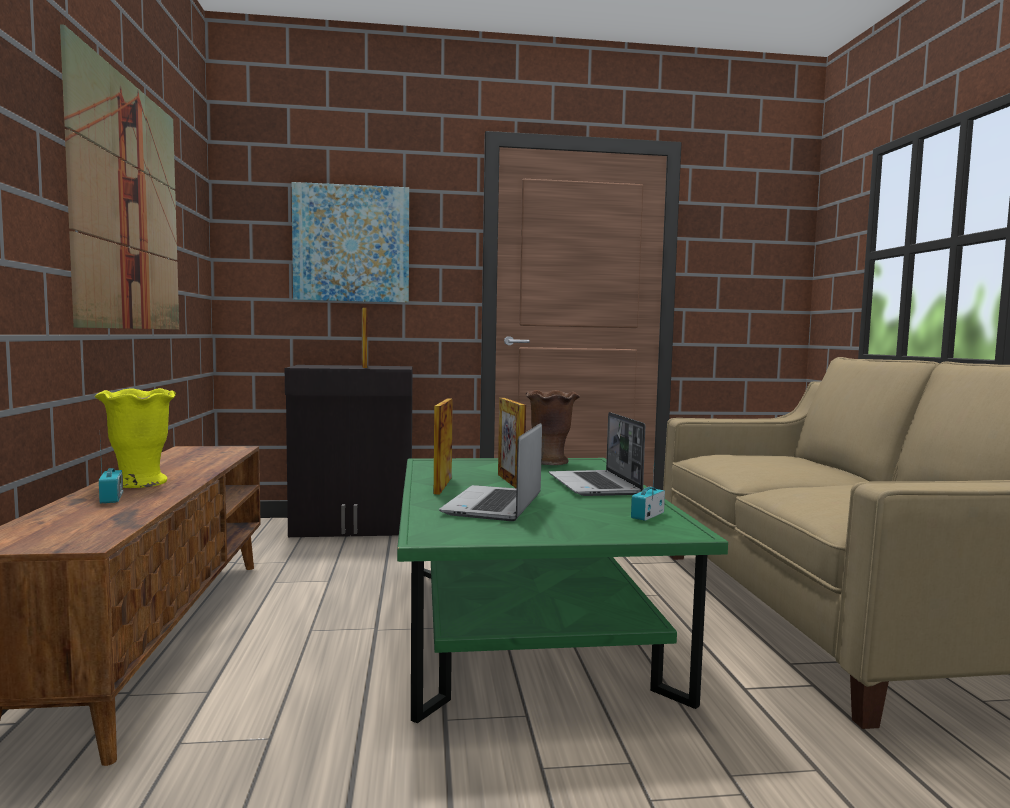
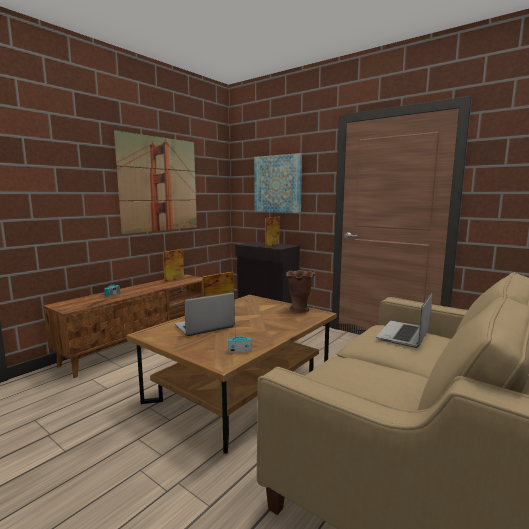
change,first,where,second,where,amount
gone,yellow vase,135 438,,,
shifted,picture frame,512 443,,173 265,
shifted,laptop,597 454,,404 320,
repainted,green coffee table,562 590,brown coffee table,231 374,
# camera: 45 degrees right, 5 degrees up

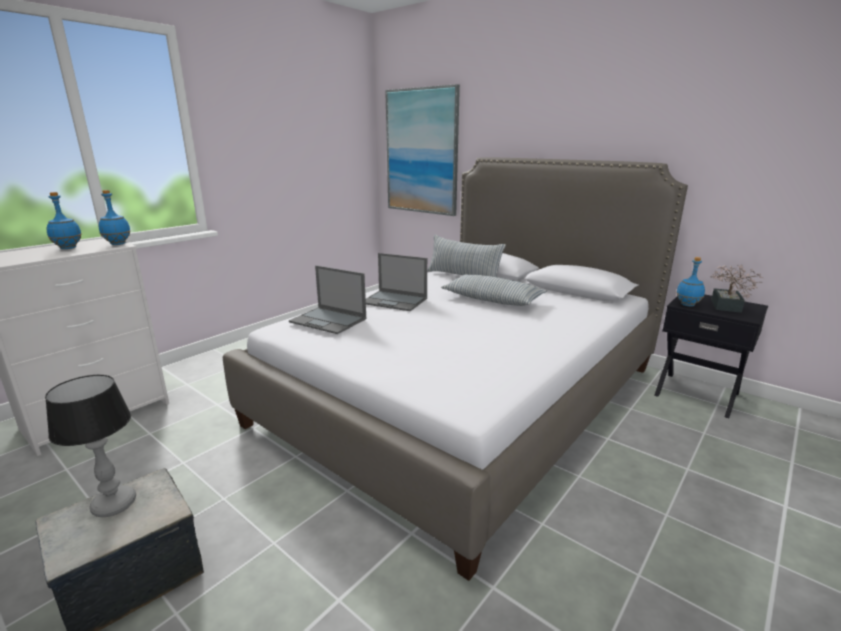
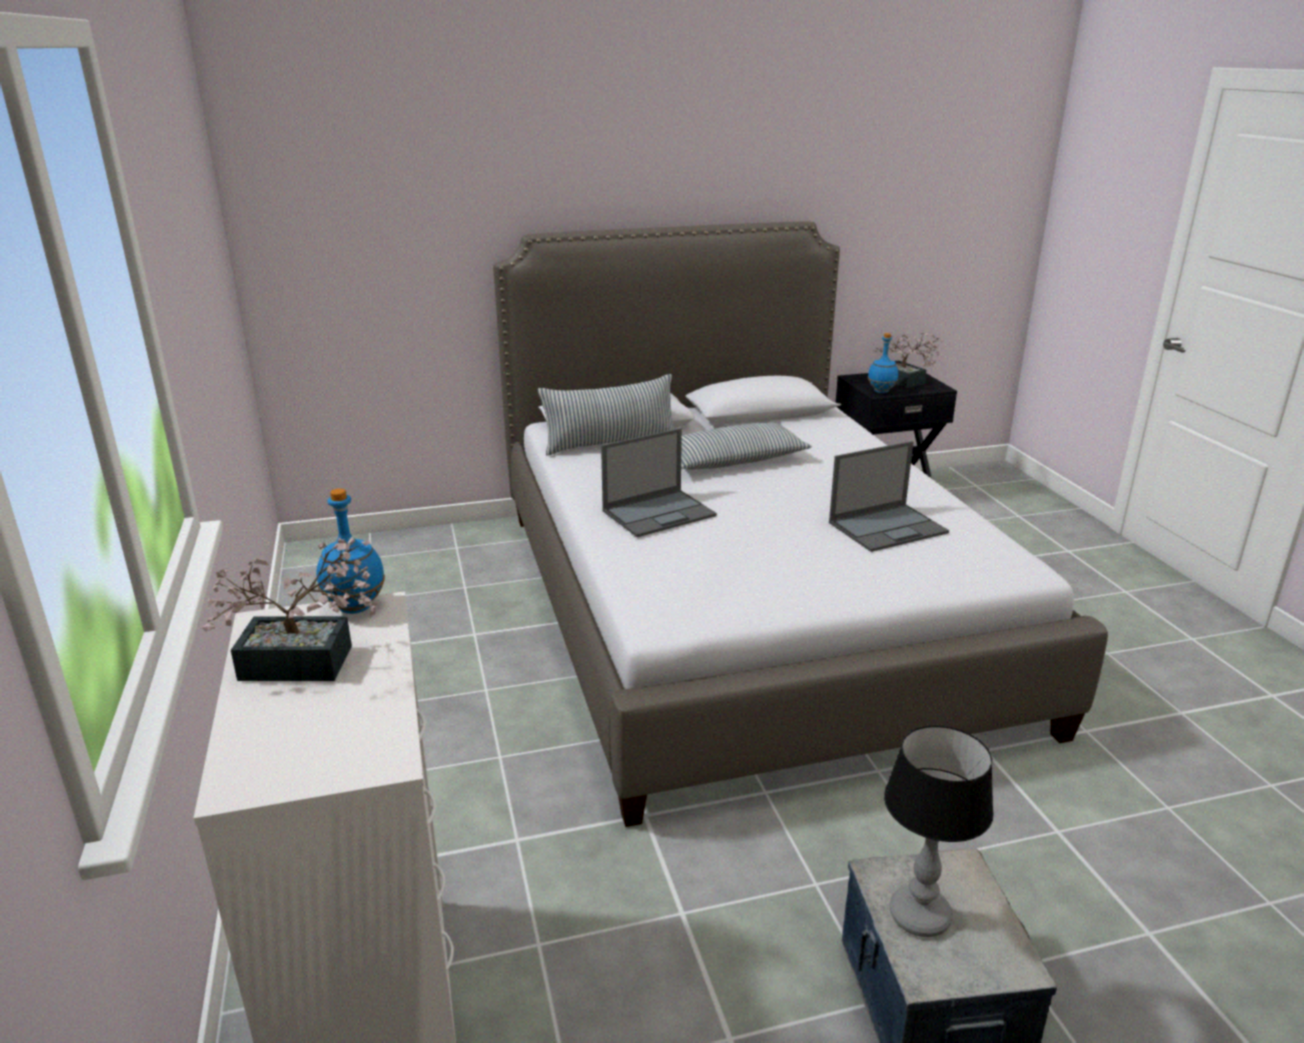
change,first,where,second,where,amount
gone,picture,422 150,,,
shifted,laptop,328 300,,889 496,
swapped,blue bottle,64 220,potted plant,289 609,
# camera: 55 degrees left, 5 degrees up

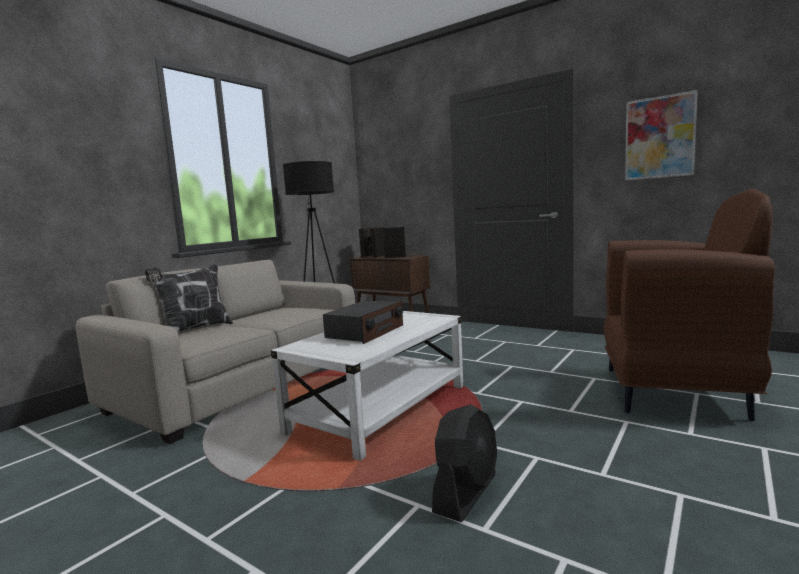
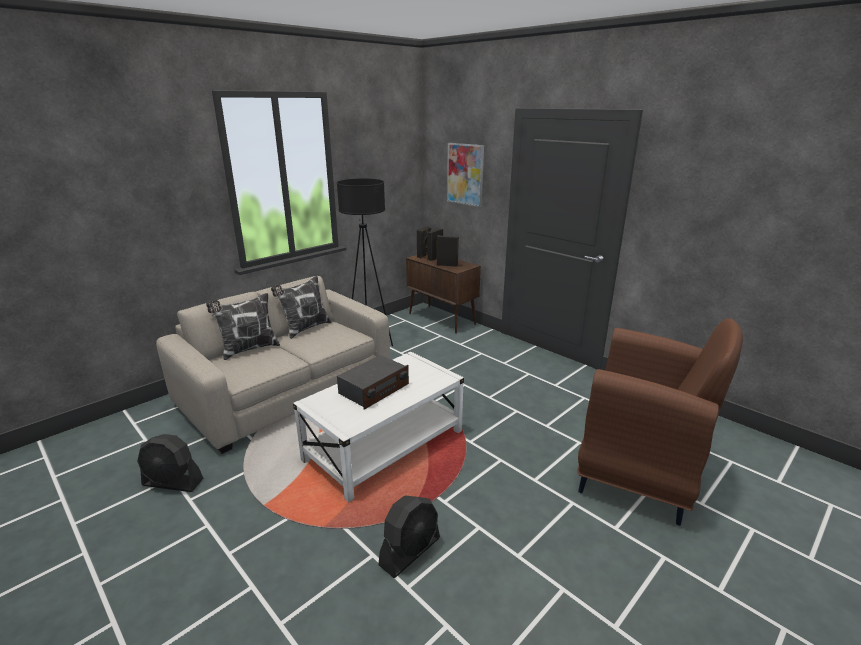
change,first,where,second,where,amount
new,,,black fan,170 463,
new,,,pillow,301 307,
shifted,picture,661 135,,465 175,
# camera: 10 degrees right, 15 degrees up

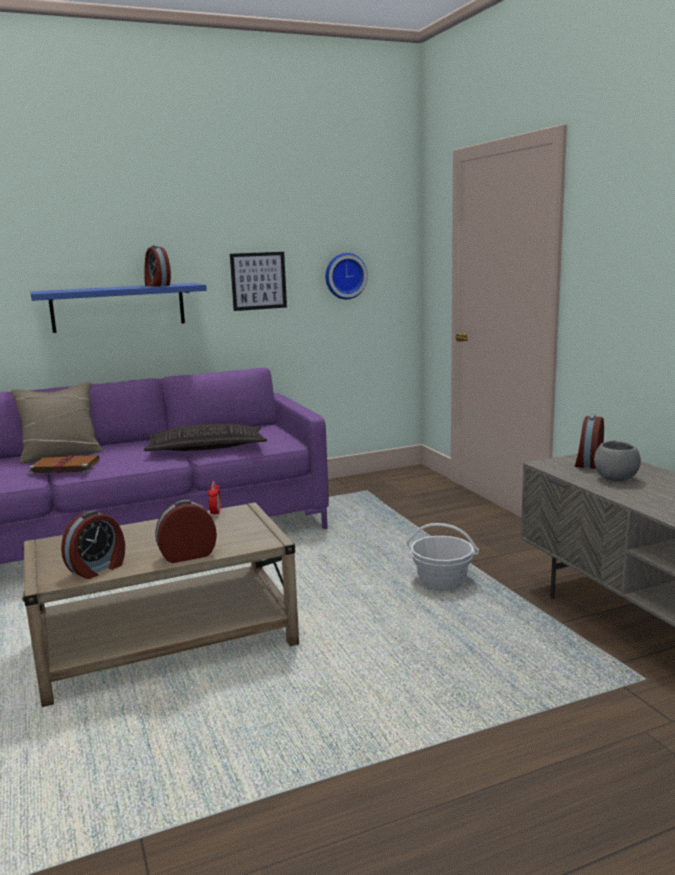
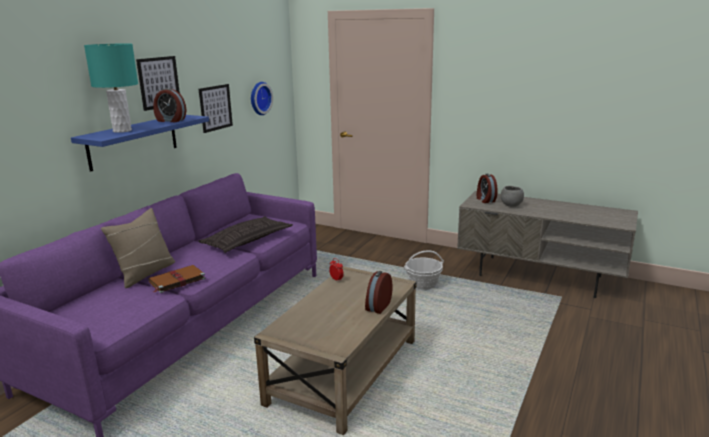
change,first,where,second,where,amount
gone,alarm clock,93 544,,,
new,,,turquoise table lamp,111 88,
new,,,picture,158 83,
# camera: 40 degrees left, 5 degrees up

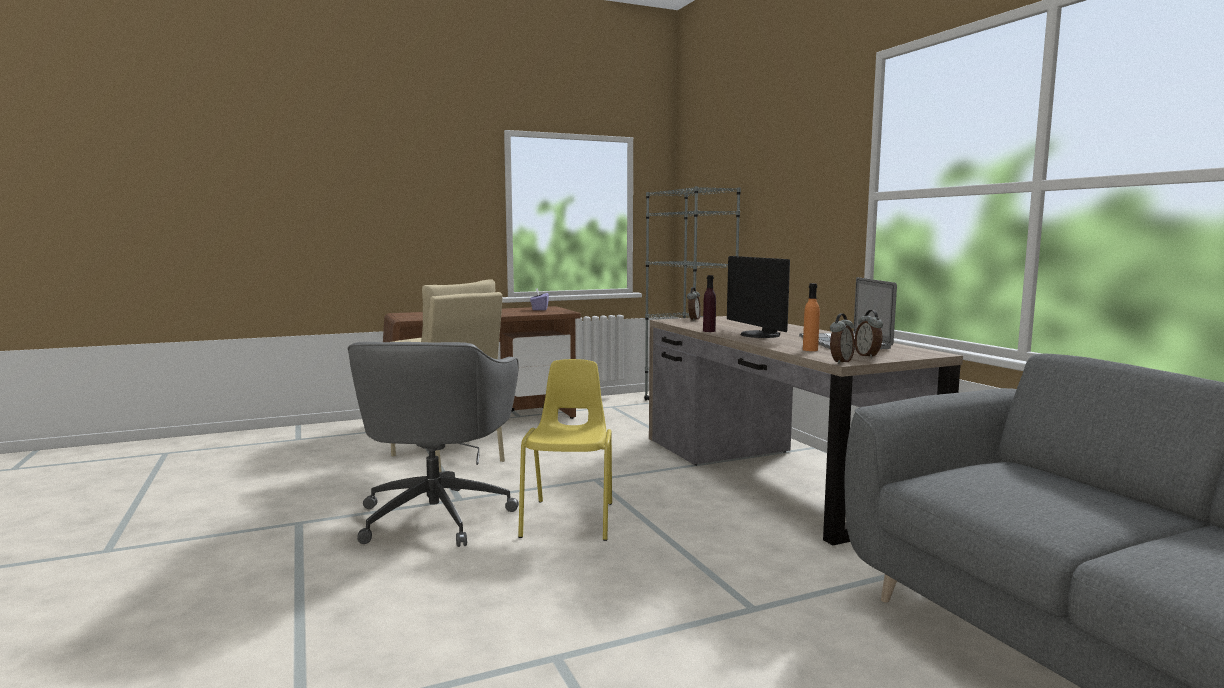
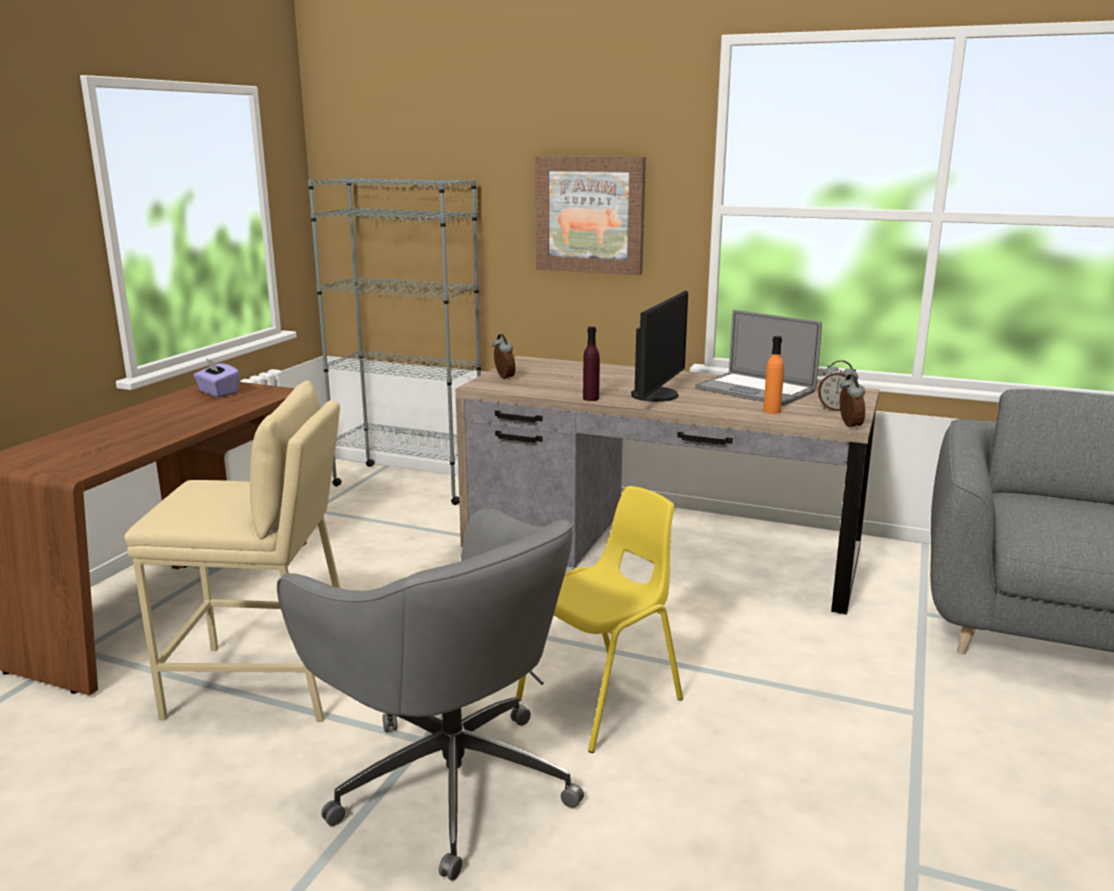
change,first,where,second,where,amount
new,,,picture,590 215,
rotated,yellow chair,565 450,,599 619,90 degrees clockwise
rotated,monitor,758 297,,659 346,90 degrees counterclockwise
# camera: 45 degrees left, 10 degrees up

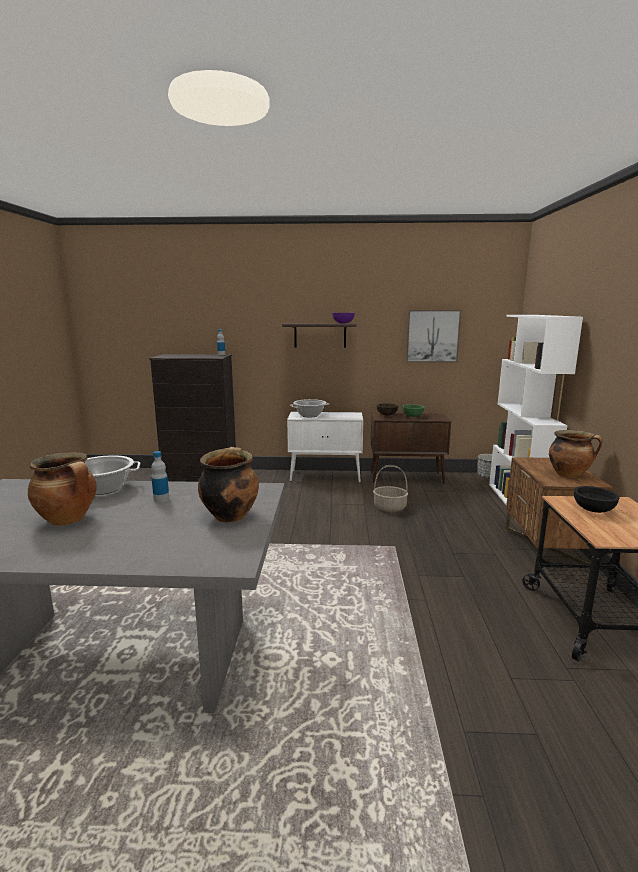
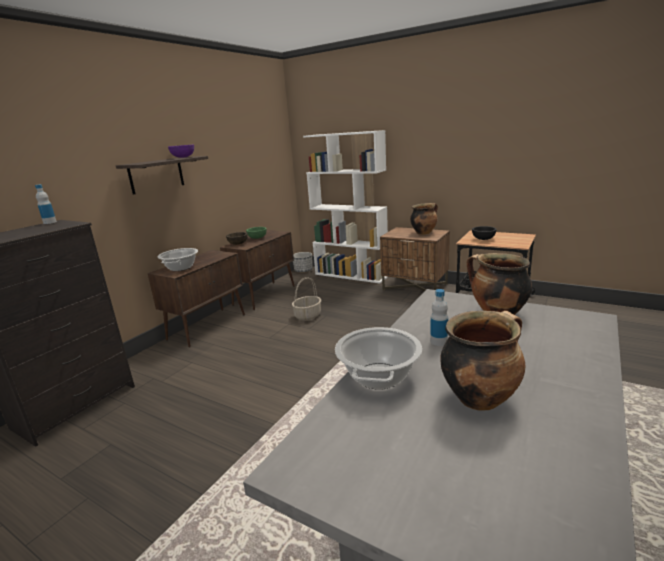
change,first,where,second,where,amount
gone,picture,433 336,,,
repainted,white cabinet,325 447,brown cabinet,196 298,
# camera: 60 degrees left, 5 degrees up

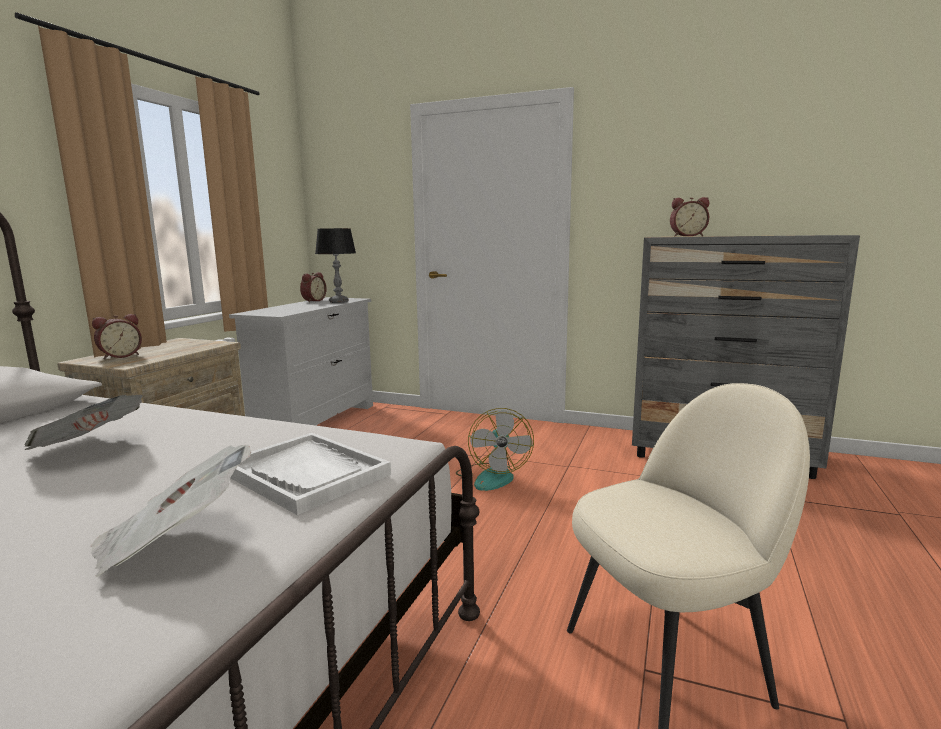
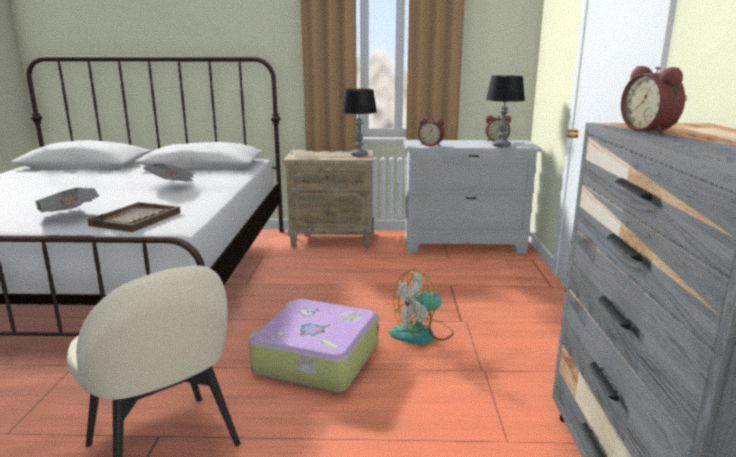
change,first,where,second,where,amount
new,,,suitcase,314 345,
new,,,table lamp,359 123,
shifted,alarm clock,117 336,,431 132,
repainted,white tray,311 474,brown tray,134 217,
# camera: 70 degrees right, 5 degrees up

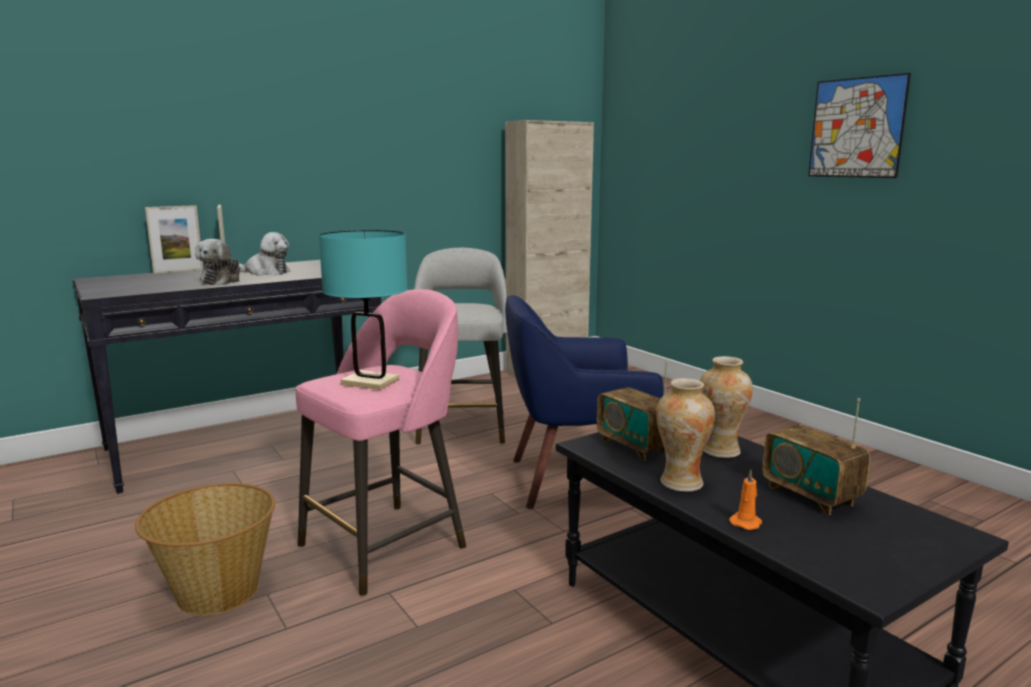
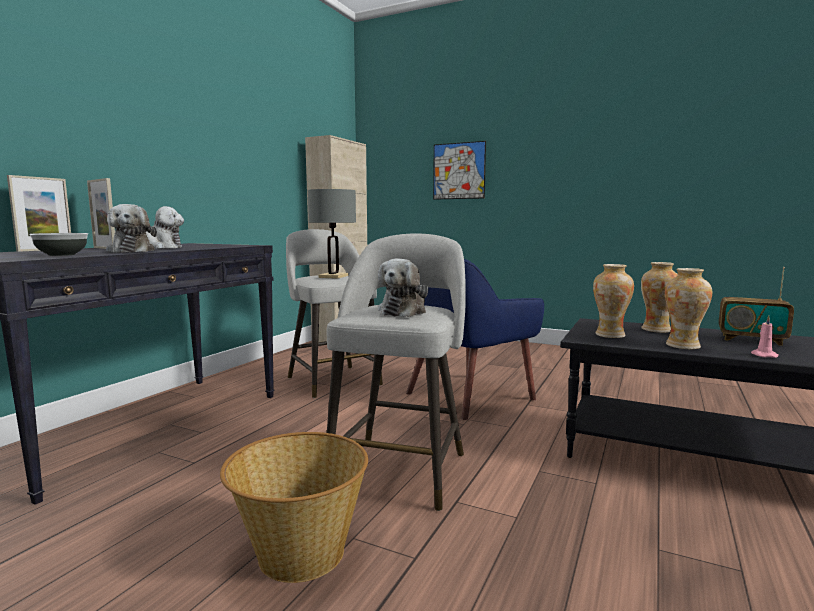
change,first,where,second,where,amount
new,,,bowl,59 244,
new,,,grey table lamp,332 234,
shifted,picture,859 125,,459 170,
swapped,turquoise table lamp,363 310,plush toy,403 287,
swapped,radio,632 411,vase,613 301,
repainted,pink stool,381 442,grey stool,396 372,
repainted,orange candle,745 499,pink candle,765 336,
# camera: 30 degrees left, 5 degrees down

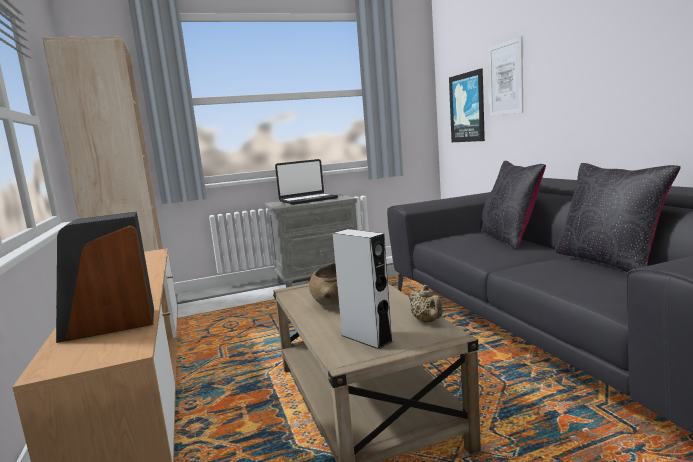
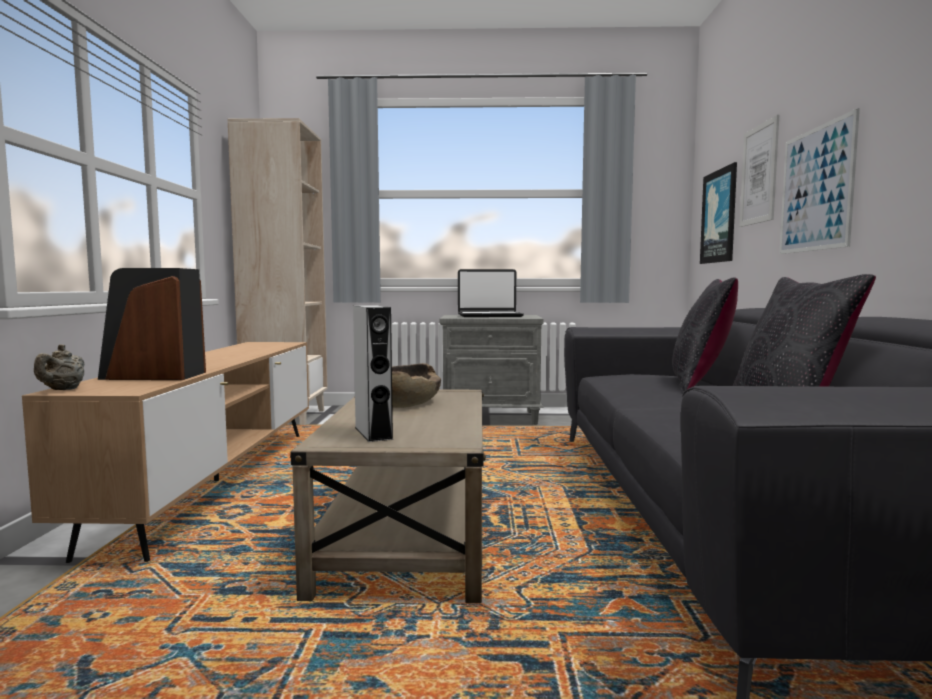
change,first,where,second,where,amount
new,,,picture,819 181,
shifted,beige teapot,426 304,,59 367,
# camera: 20 degrees right, 5 degrees down

